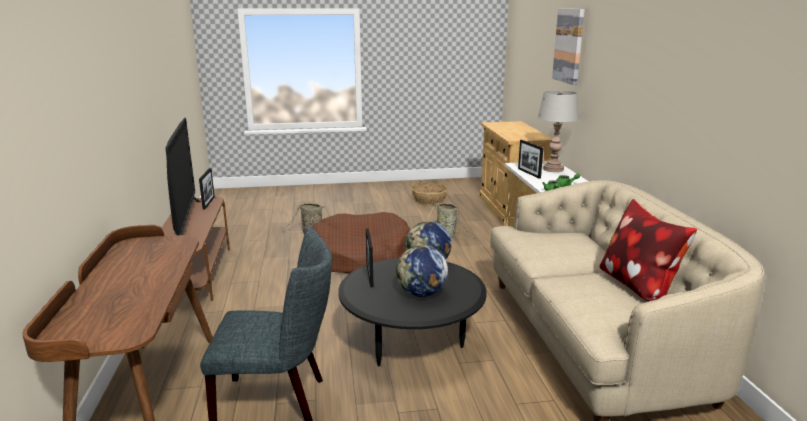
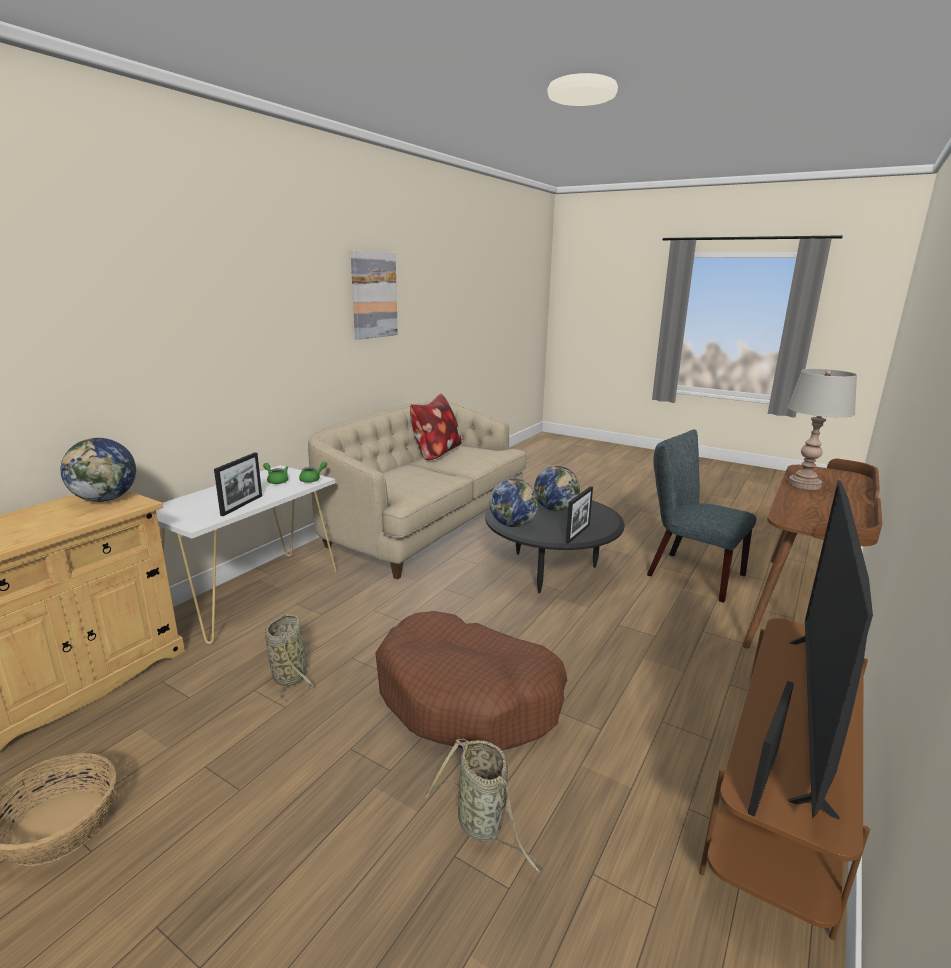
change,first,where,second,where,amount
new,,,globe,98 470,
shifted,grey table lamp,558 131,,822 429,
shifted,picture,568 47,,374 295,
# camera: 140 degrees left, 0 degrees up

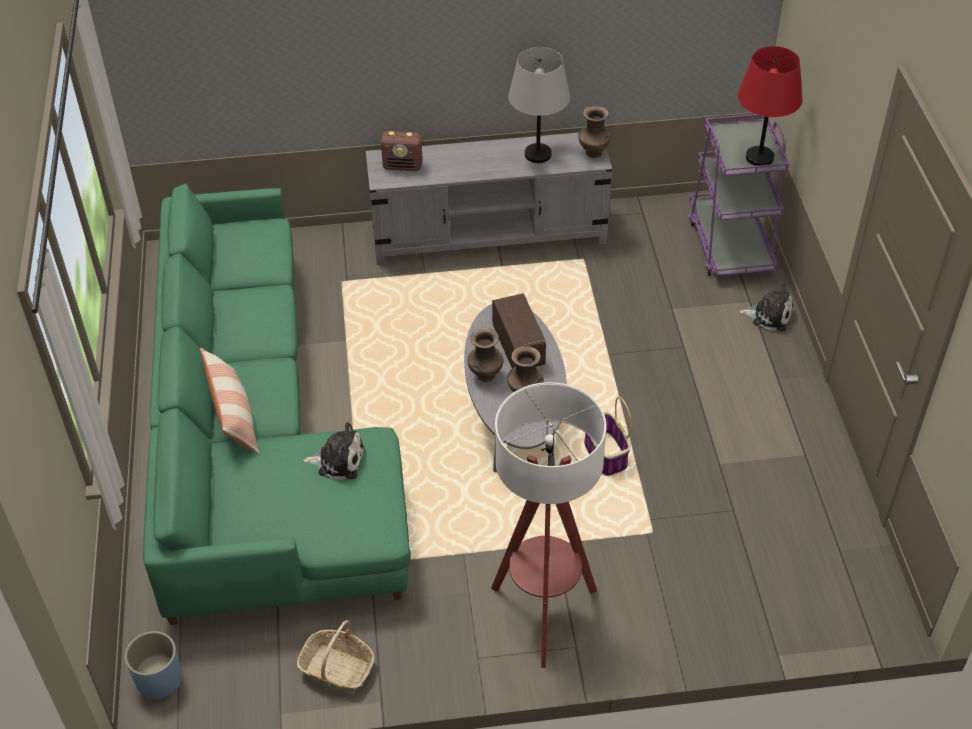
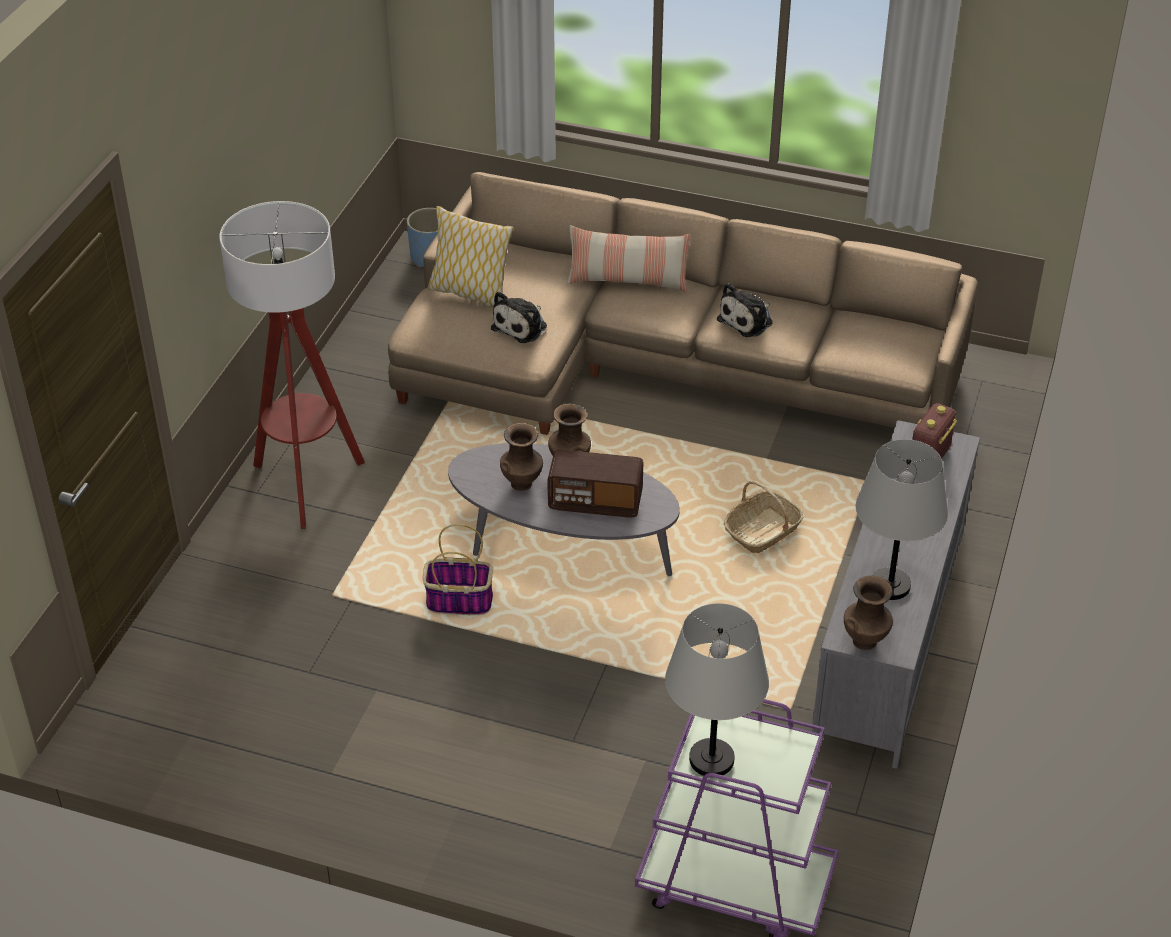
change,first,where,second,where,amount
new,,,pillow,470 256,
shifted,basket,336 656,,763 517,
shifted,plush toy,766 307,,745 310,
repainted,green sofa,277 404,beige sofa,683 303,
repainted,red table lamp,769 106,grey table lamp,717 689,
# camera: 115 degrees right, 5 degrees down

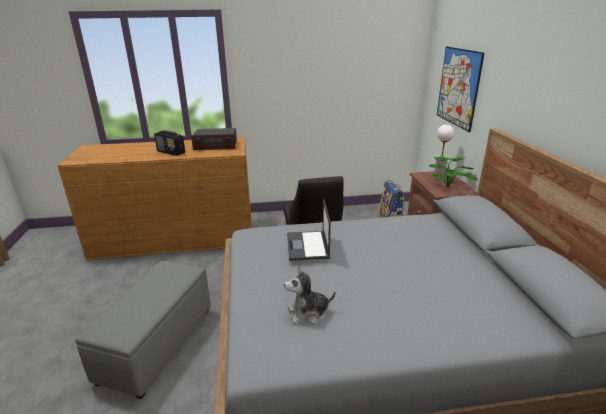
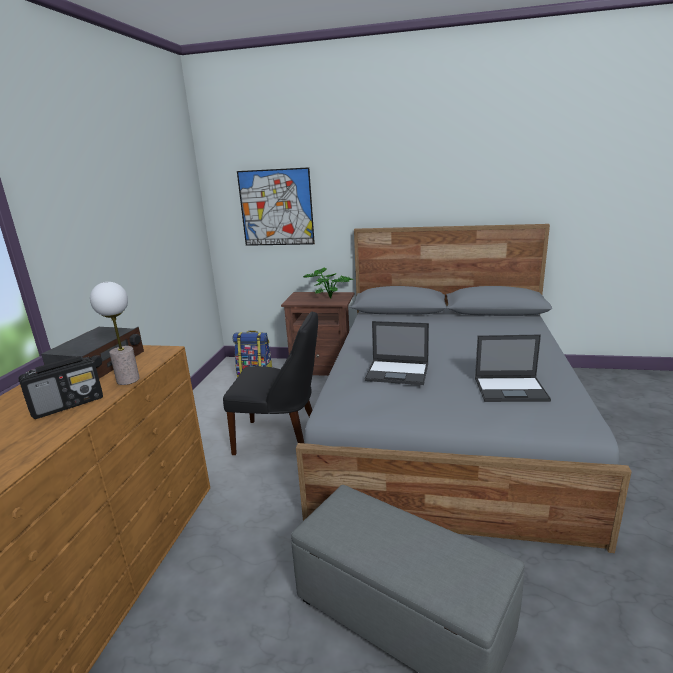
change,first,where,second,where,amount
shifted,table lamp,444 149,,115 333,
swapped,plush toy,309 295,laptop,513 368,
# camera: 70 degrees left, 5 degrees down

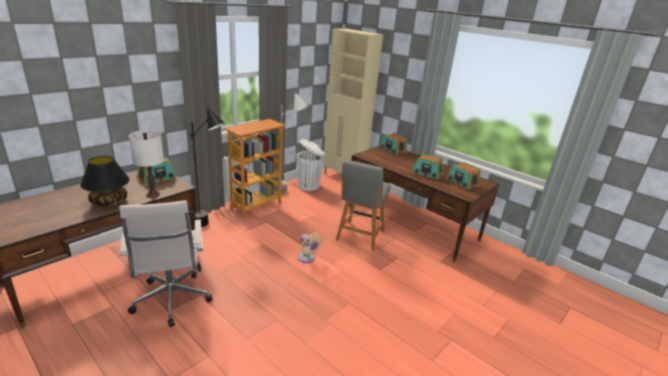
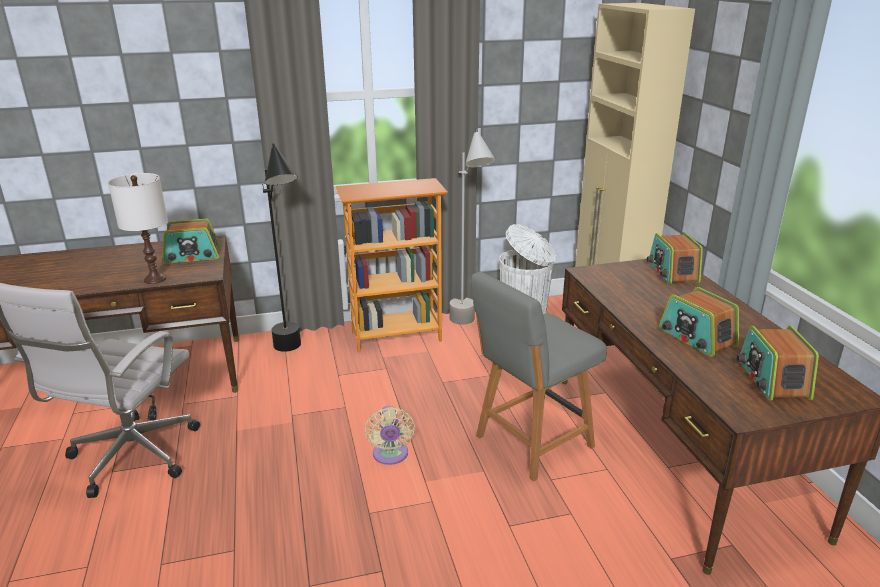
change,first,where,second,where,amount
gone,black table lamp,105 181,,,
# camera: 35 degrees right, 0 degrees up

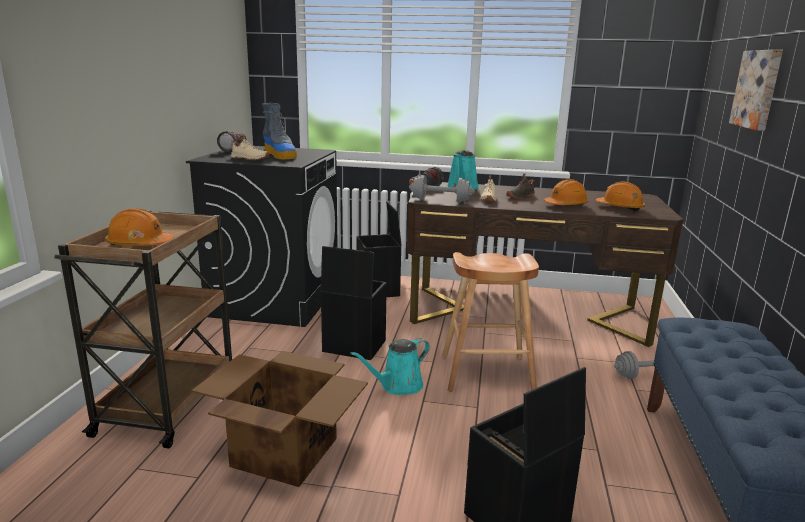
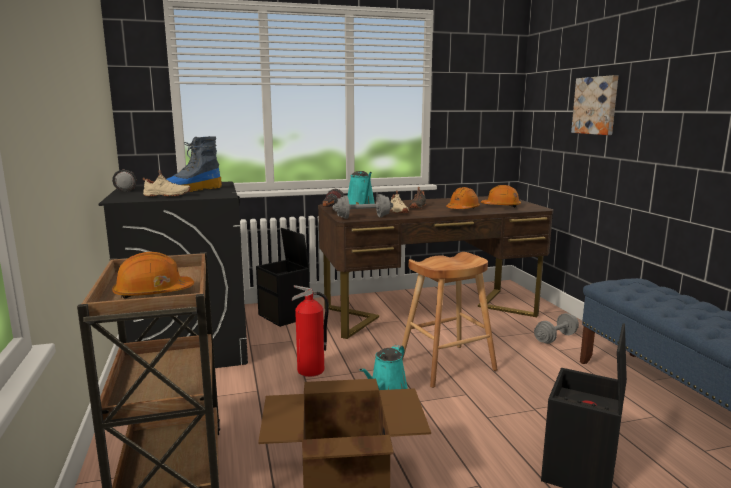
change,first,where,second,where,amount
swapped,black storage box,354 303,fire extinguisher,310 331,
rotated,boot,279 131,,194 164,105 degrees clockwise
# camera: 25 degrees left, 5 degrees down

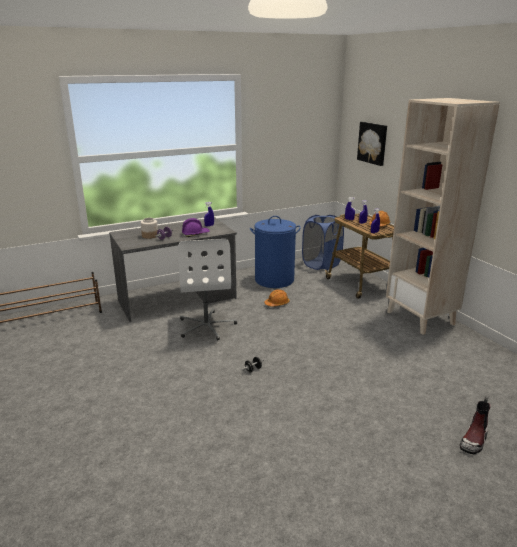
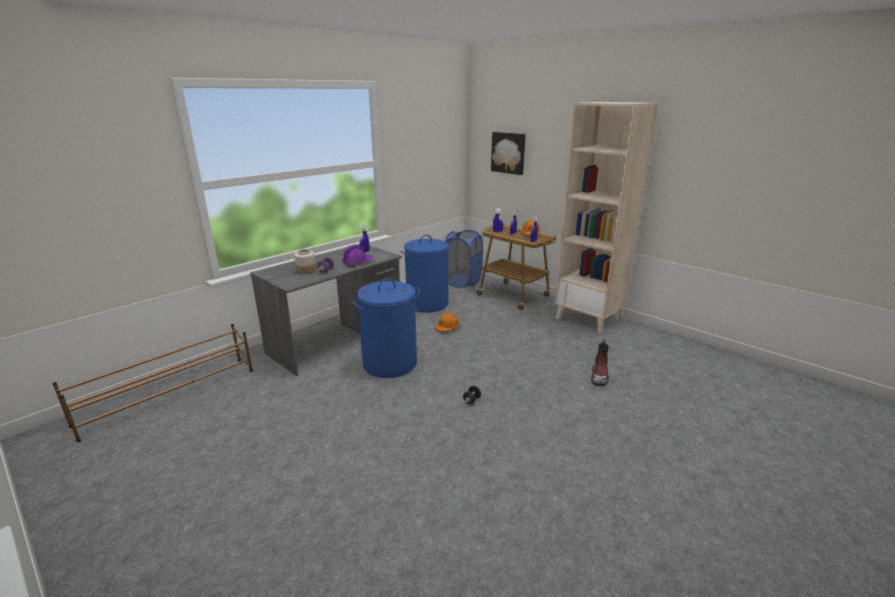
change,first,where,second,where,amount
shifted,boot,475 425,,600 362,
swapped,white office chair,207 290,blue laundry basket,385 328,
# camera: 20 degrees left, 0 degrees up

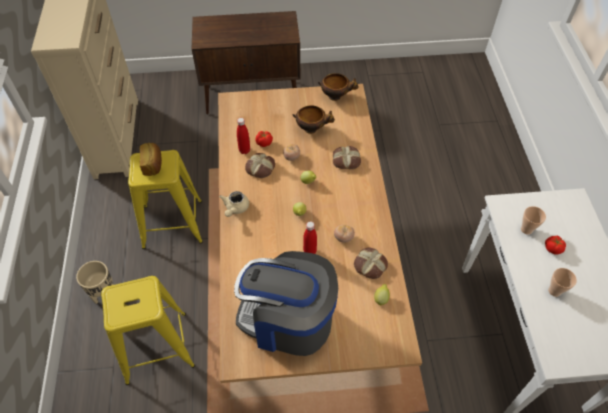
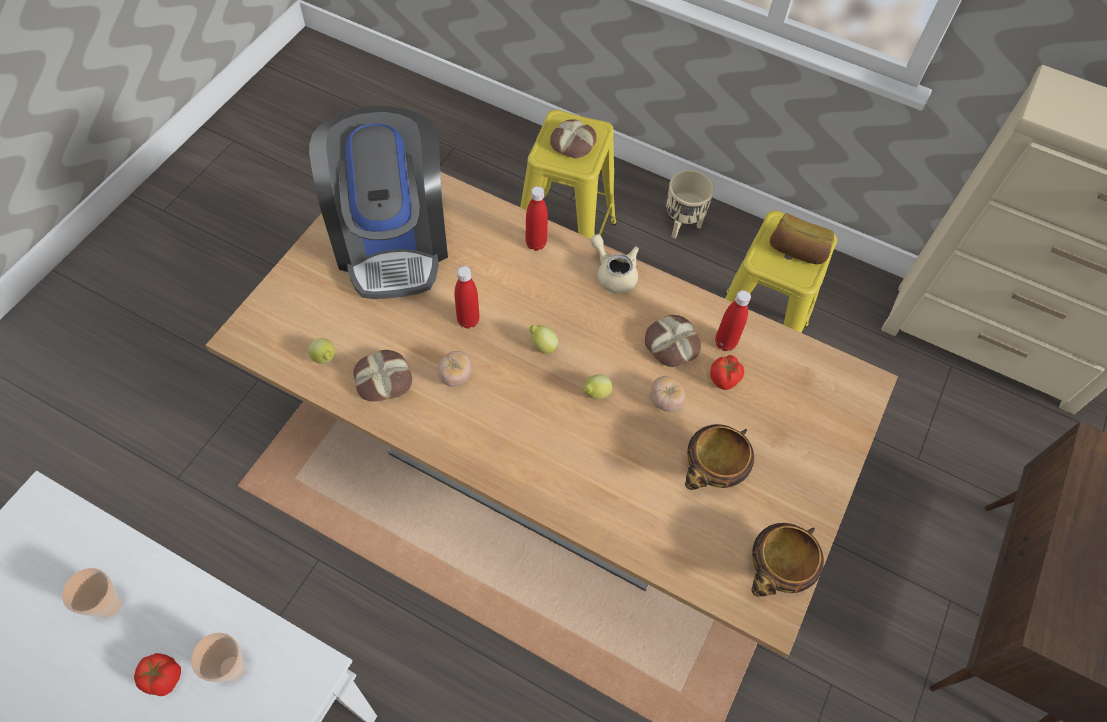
change,first,where,second,where,amount
new,,,red bottle,536 218,
shifted,bread,347 157,,573 138,
rotated,coffee machine,286 303,,378 202,120 degrees clockwise
# camera: 120 degrees right, 5 degrees up

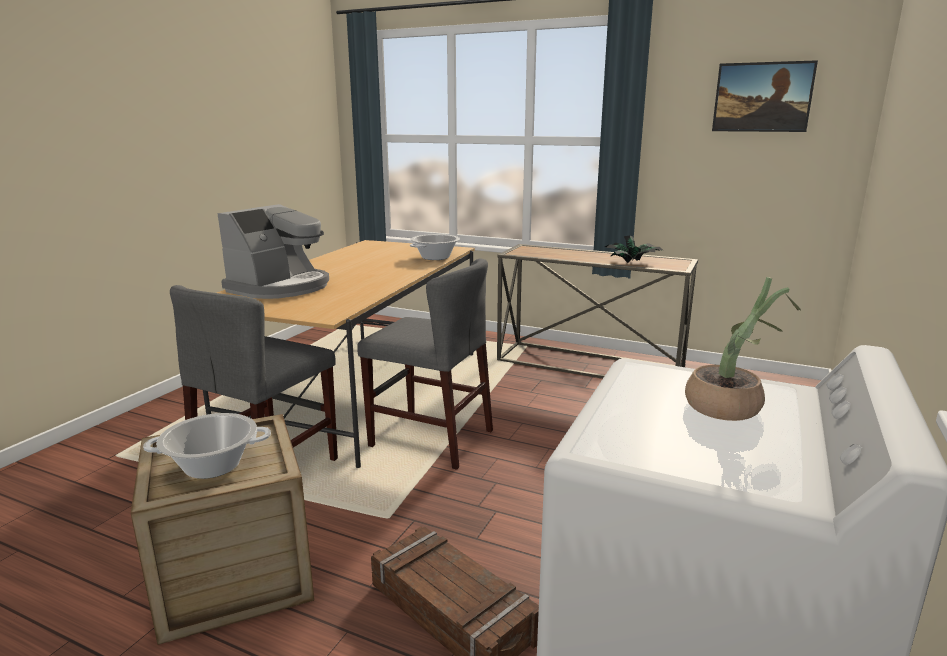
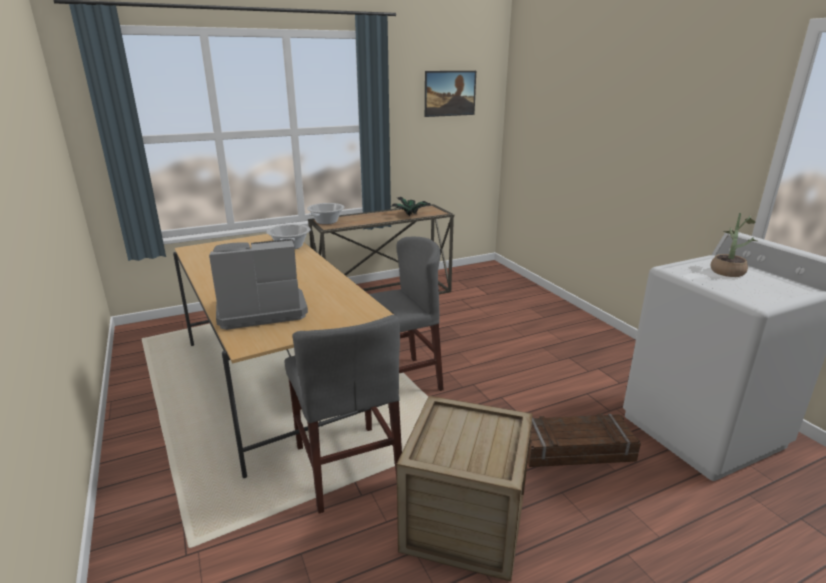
change,first,where,second,where,amount
shifted,cooking pot,207 446,,326 213,
rotated,coffee machine,273 251,,258 284,90 degrees counterclockwise
# camera: 50 degrees left, 5 degrees up

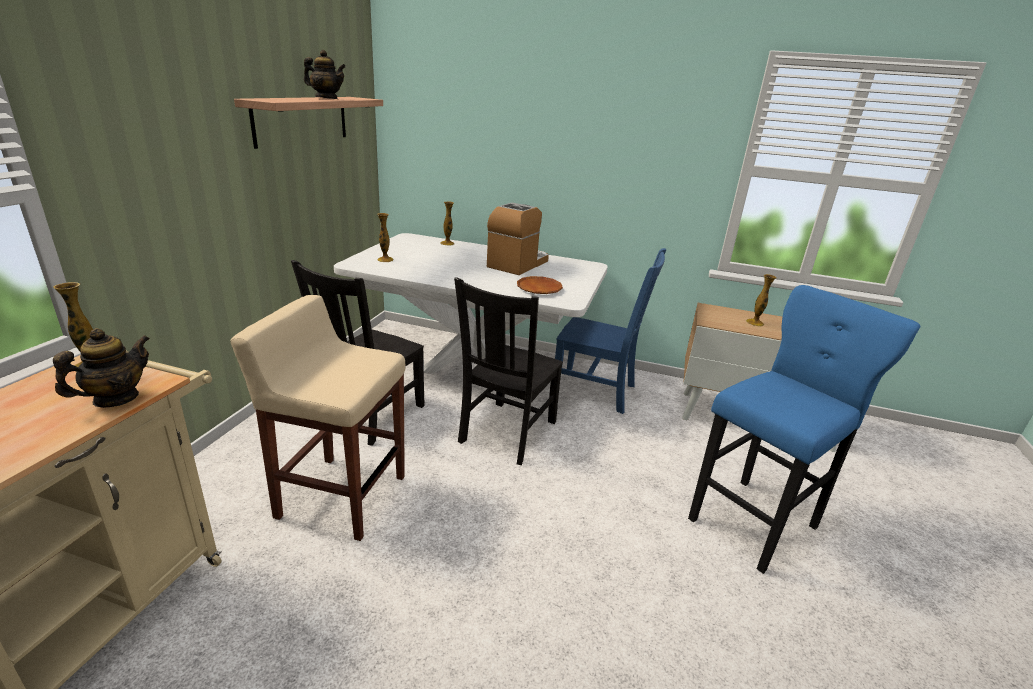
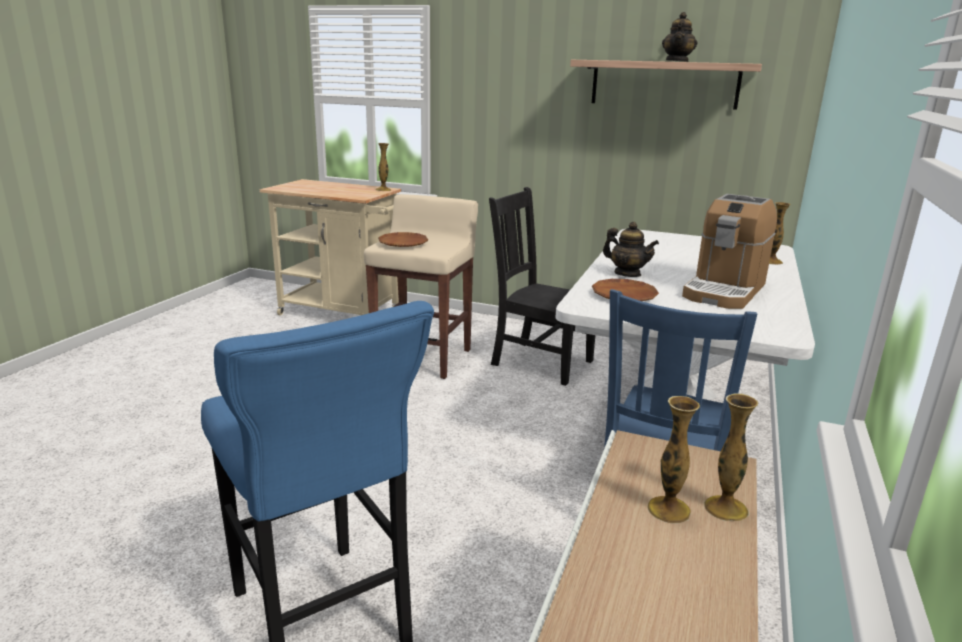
change,first,where,second,where,amount
gone,black chair,508 371,,,
new,,,brown plate,403 239,
shifted,teapot,101 368,,631 249,
shifted,vase,385 237,,731 457,
rotated,coffee machine,518 239,,729 251,90 degrees clockwise
# camera: 95 degrees right, 5 degrees down

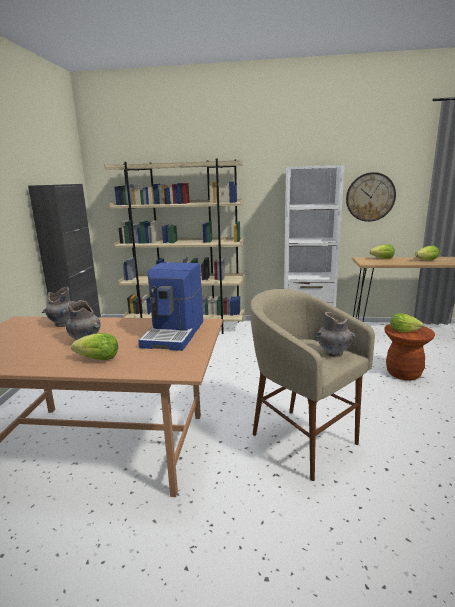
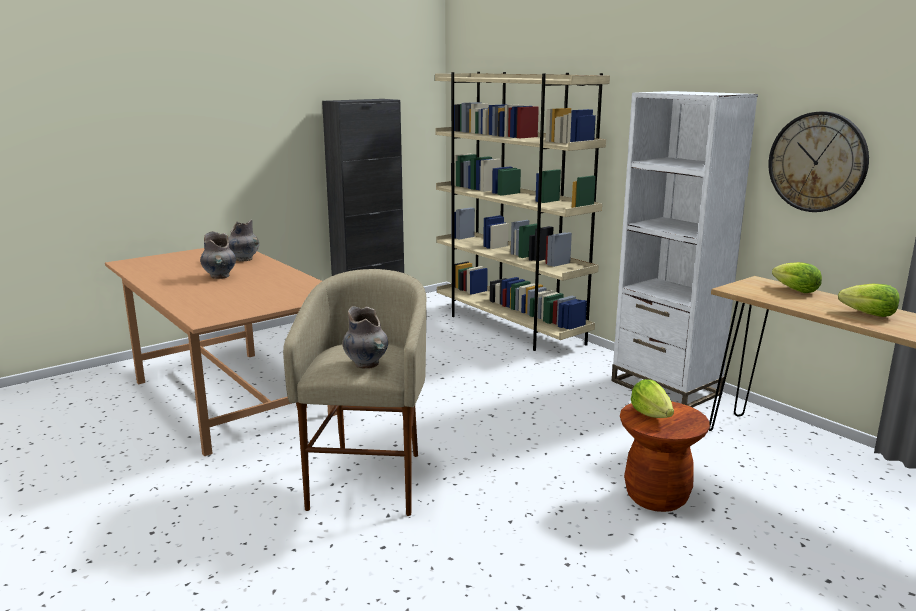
change,first,where,second,where,amount
gone,lettuce,94 346,,,
gone,coffee machine,170 306,,,
# camera: 45 degrees right, 0 degrees up

